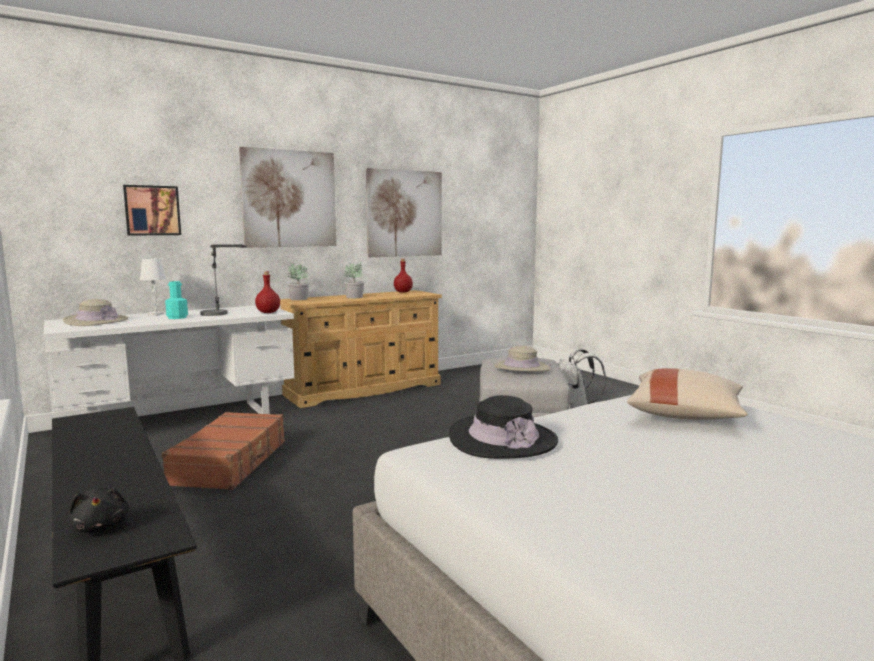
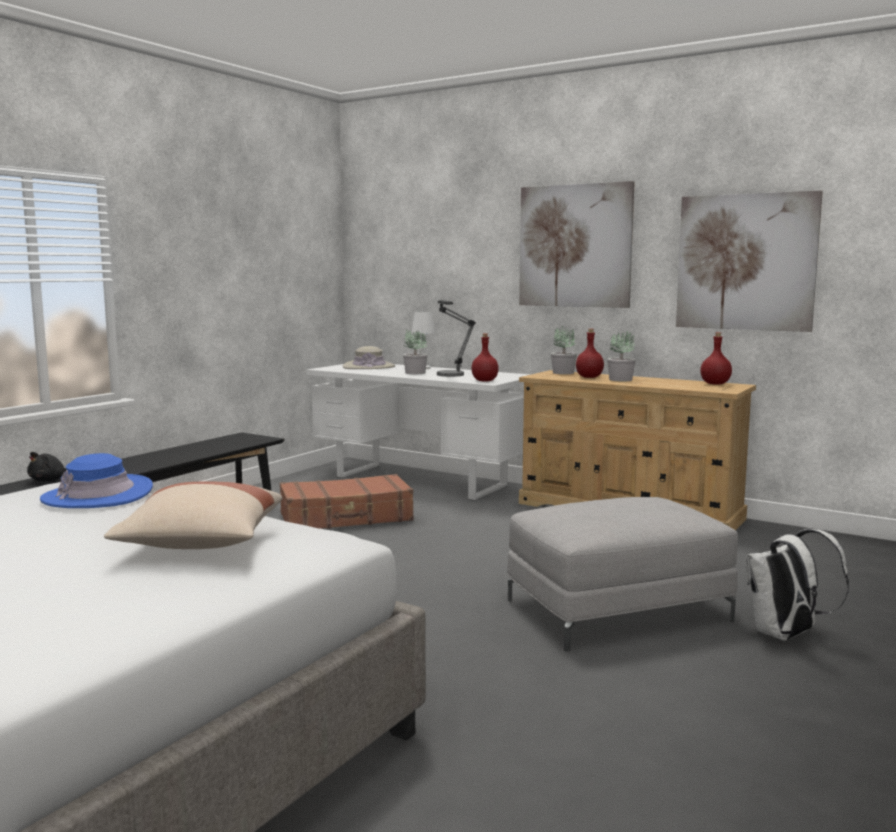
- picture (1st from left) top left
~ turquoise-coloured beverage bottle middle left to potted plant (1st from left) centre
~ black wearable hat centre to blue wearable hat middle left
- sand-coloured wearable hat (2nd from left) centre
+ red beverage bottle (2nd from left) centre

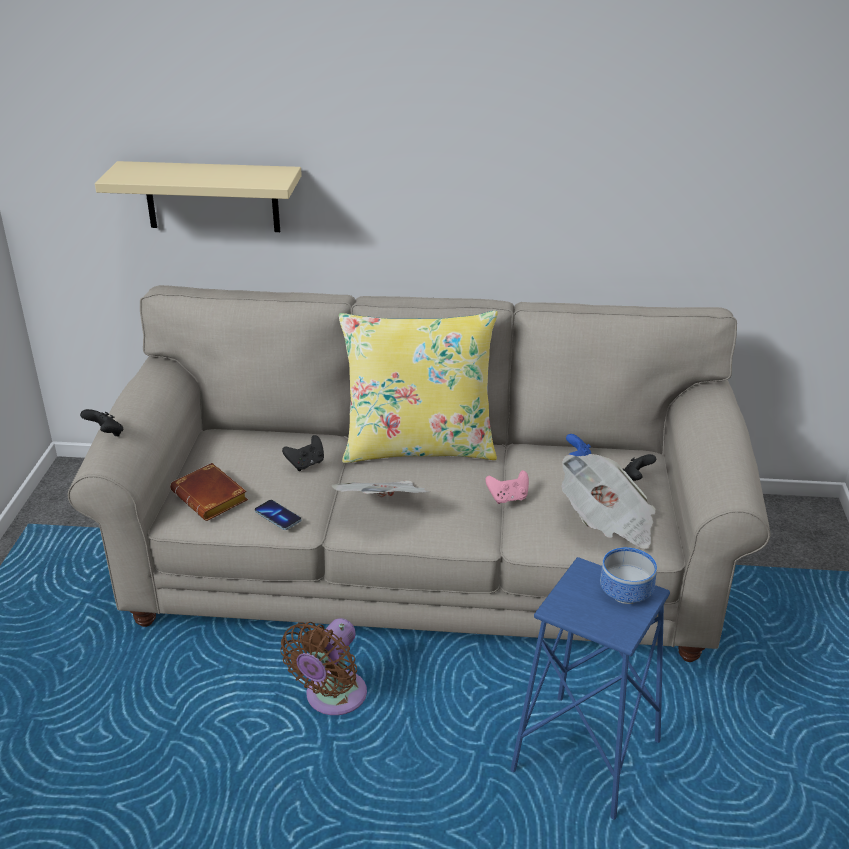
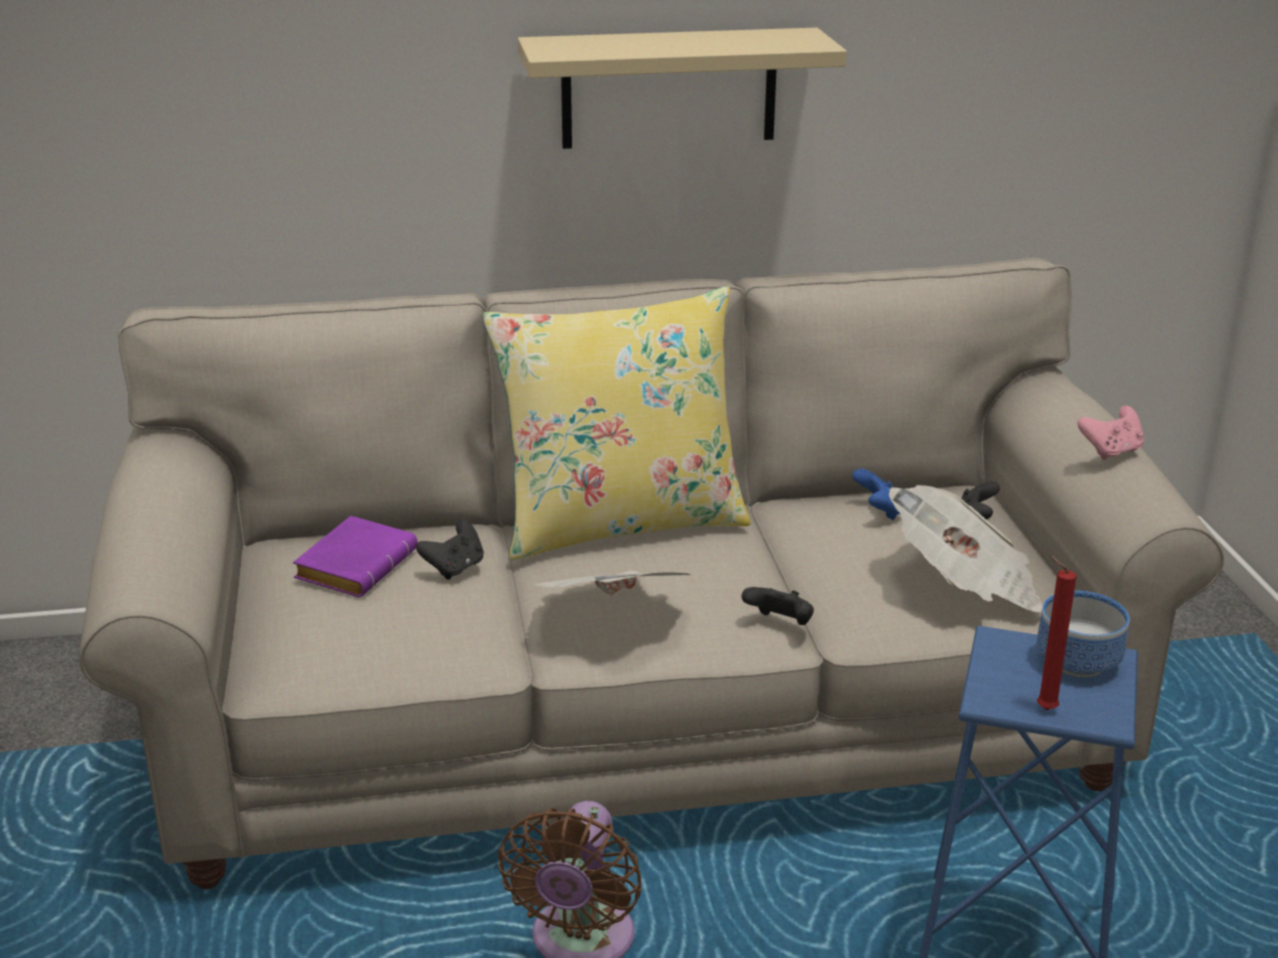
~ black joypad (1st from left in the first image) middle left to black joypad (2nd from left) centre
~ sand-coloured shelf top left to top centre
- brown-coloured bound book middle left
- phone middle left
~ pink-coloured joypad centre to middle right
+ purplish bound book middle left
+ red wax light middle right

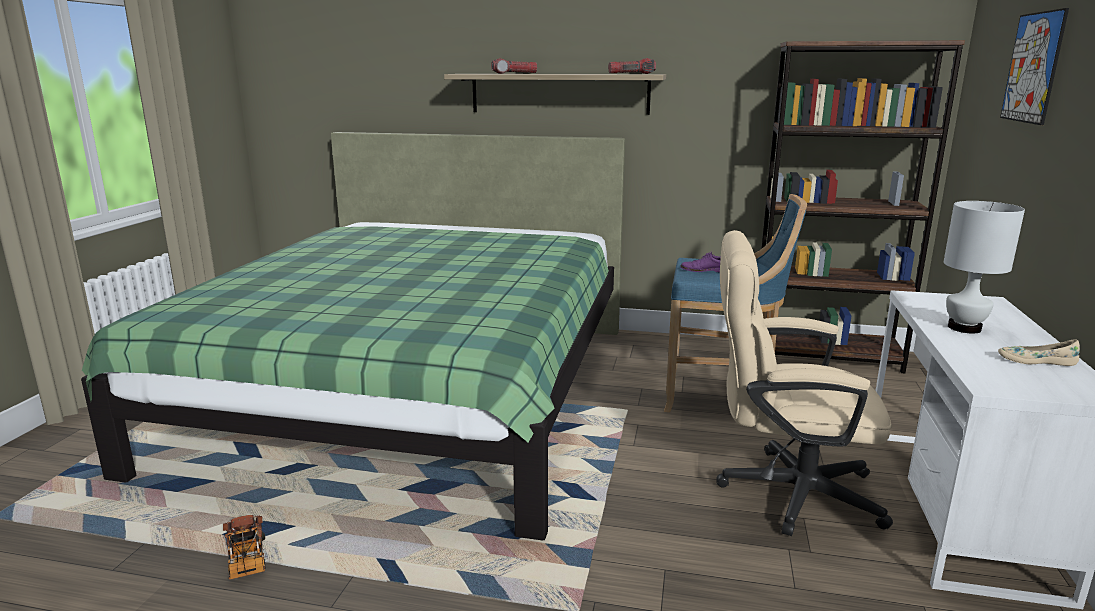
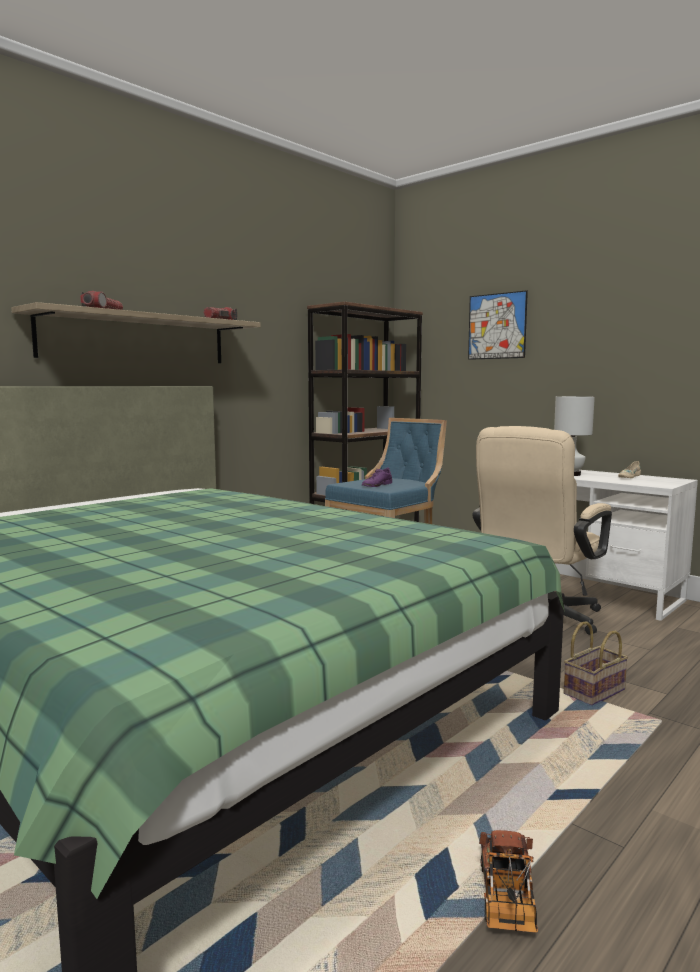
~ model truck bottom left = bottom right 90 degrees clockwise
+ storage basket bottom right

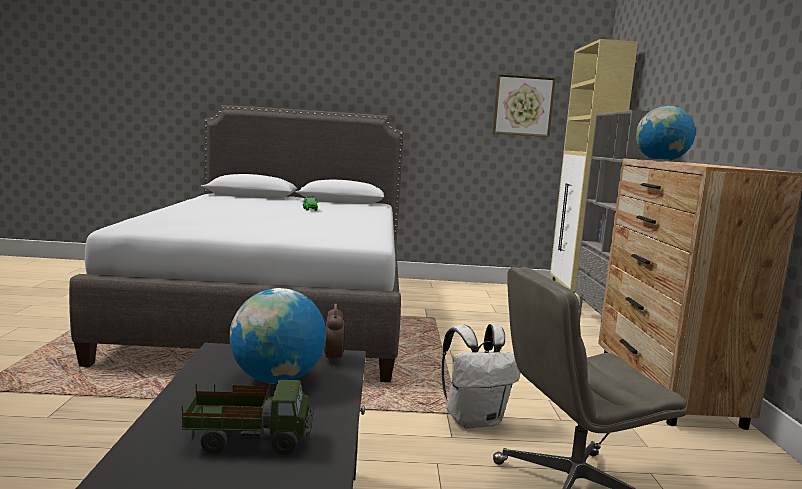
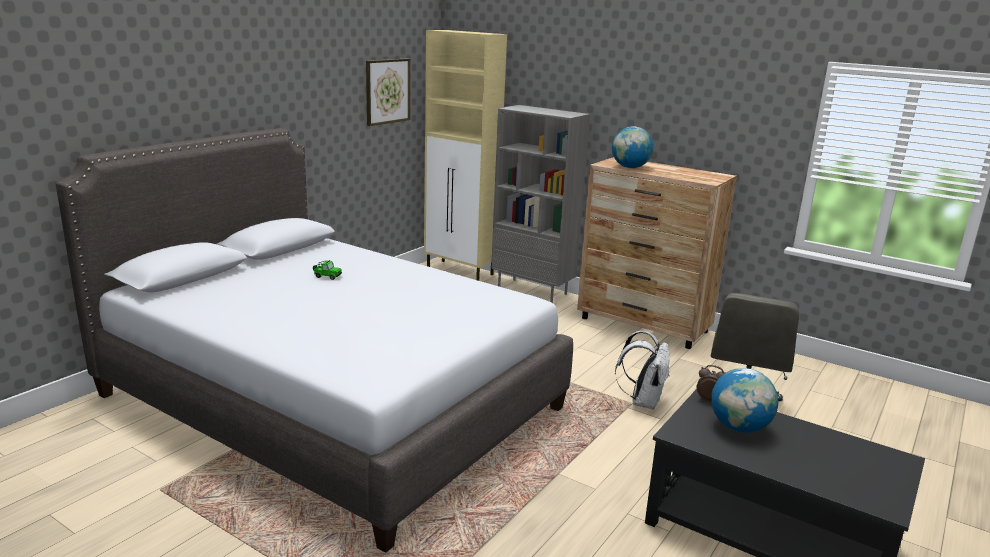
- model truck bottom left

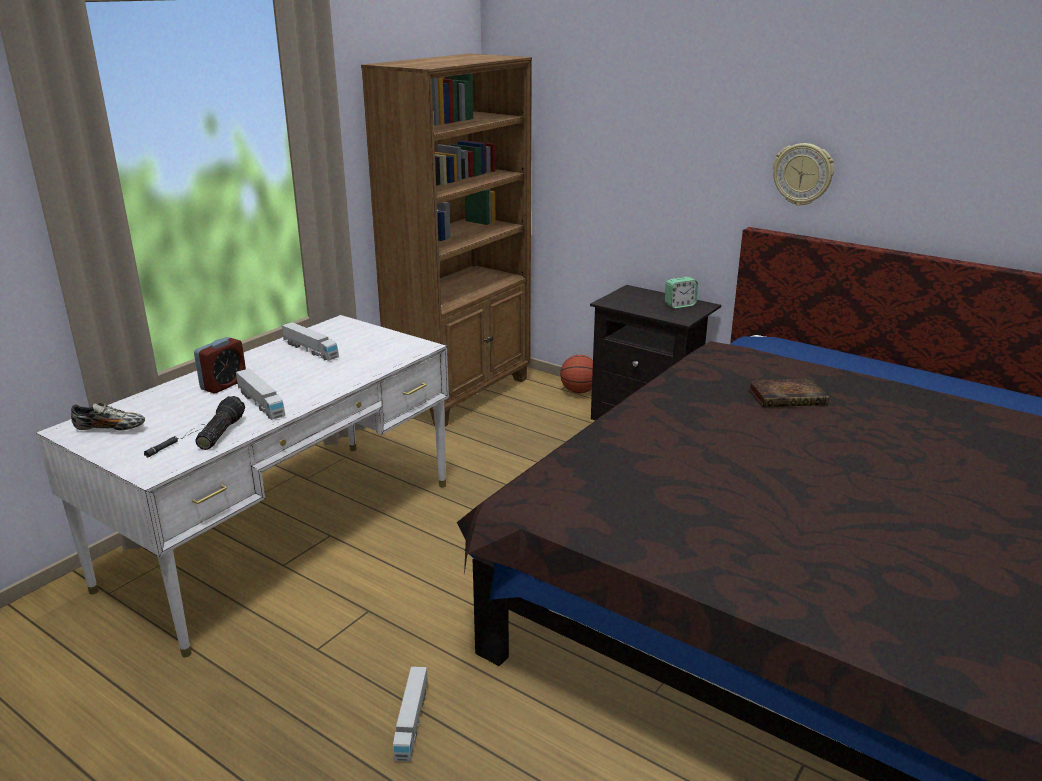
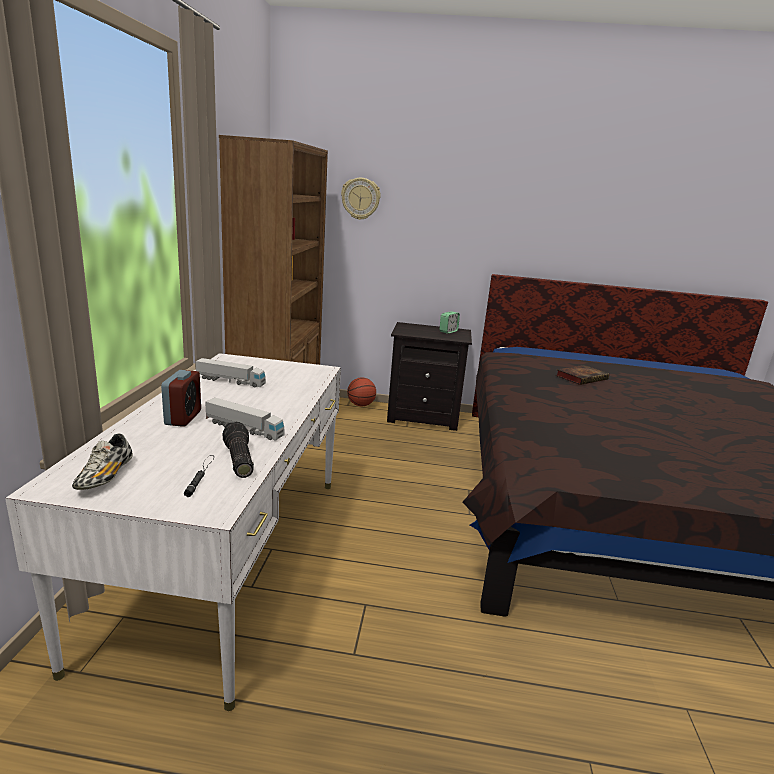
~ low shoe middle left = middle left 120 degrees clockwise
- model truck (3rd from left) bottom centre
~ clock on the wall top right to top centre

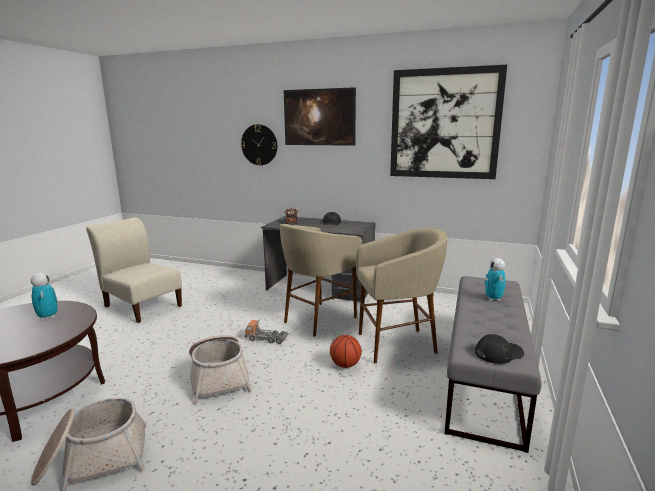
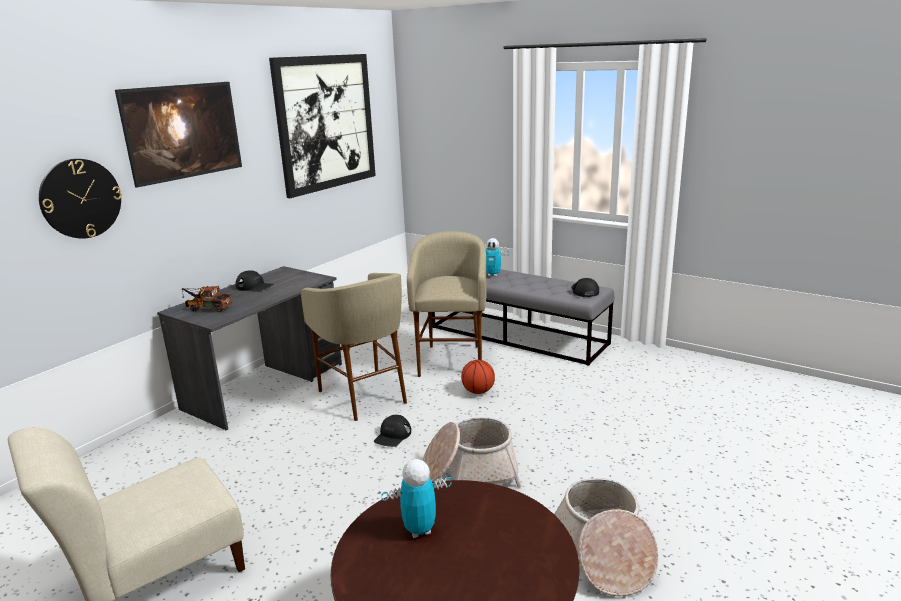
~ model truck (1st from left) bottom centre to black baseball cap (2nd from left) bottom centre

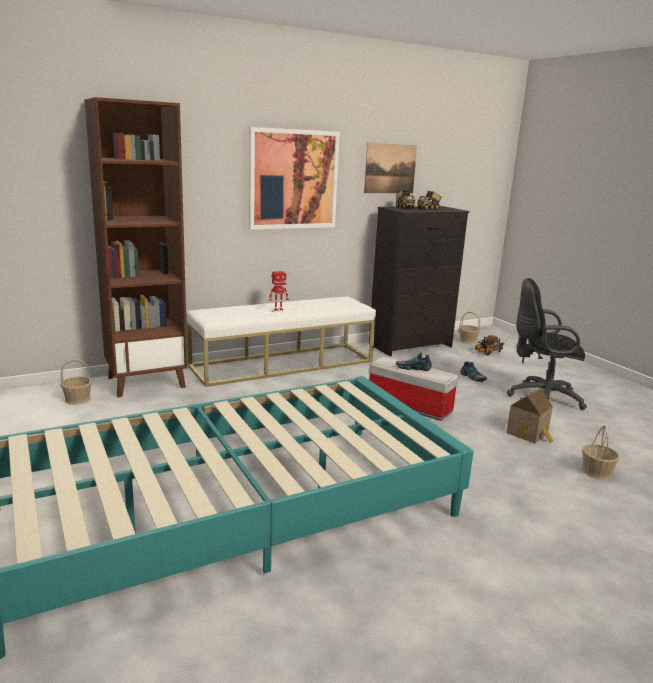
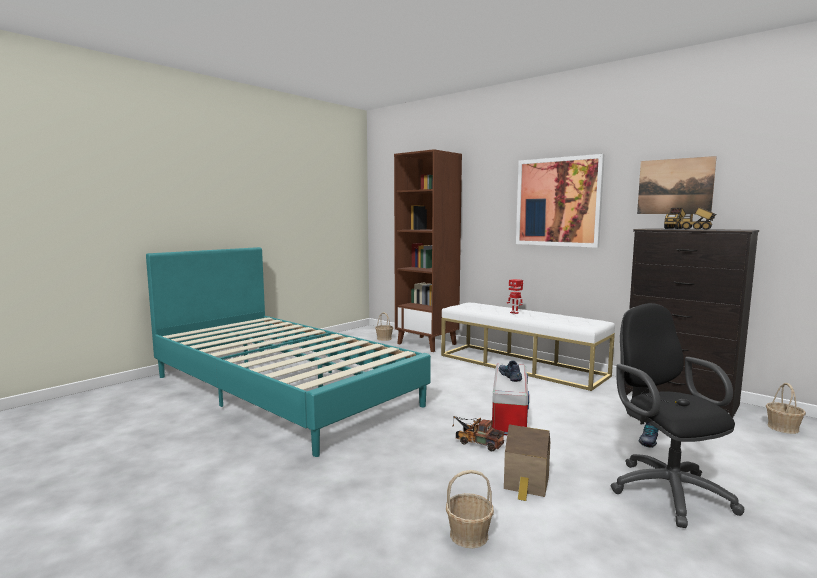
~ model truck (3rd from left in the first image) middle right to model truck (1st from left) bottom centre

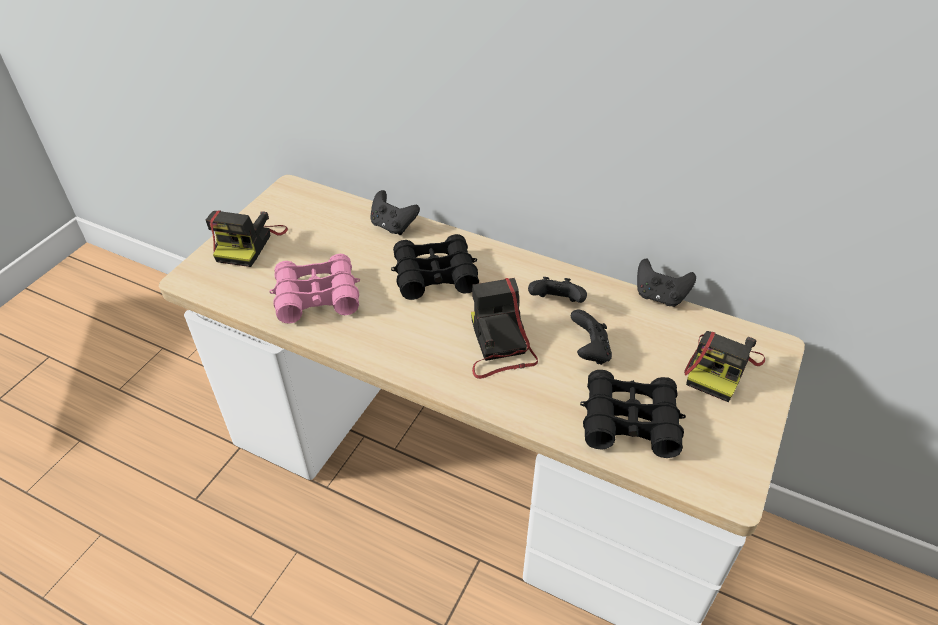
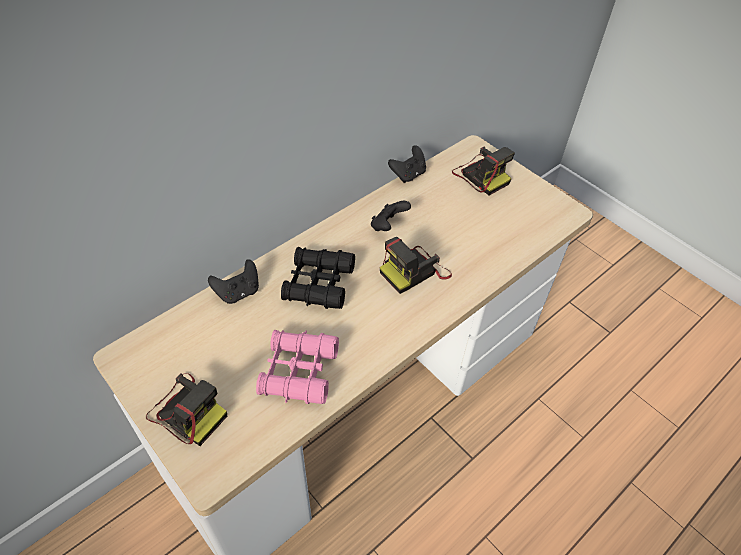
~ photo camera (2nd from left) centre = centre 45 degrees counterclockwise
- black joypad (3rd from left) centre
- black binoculars (2nd from left) middle right

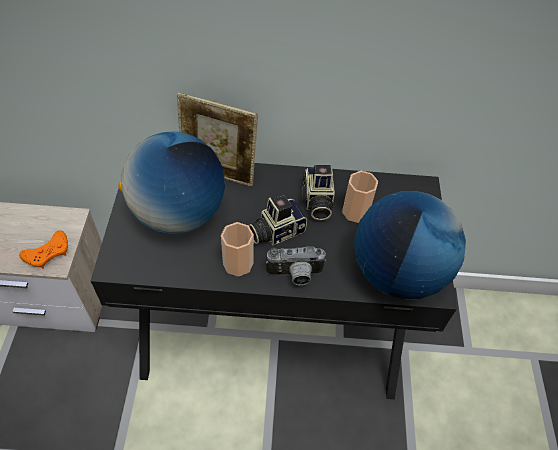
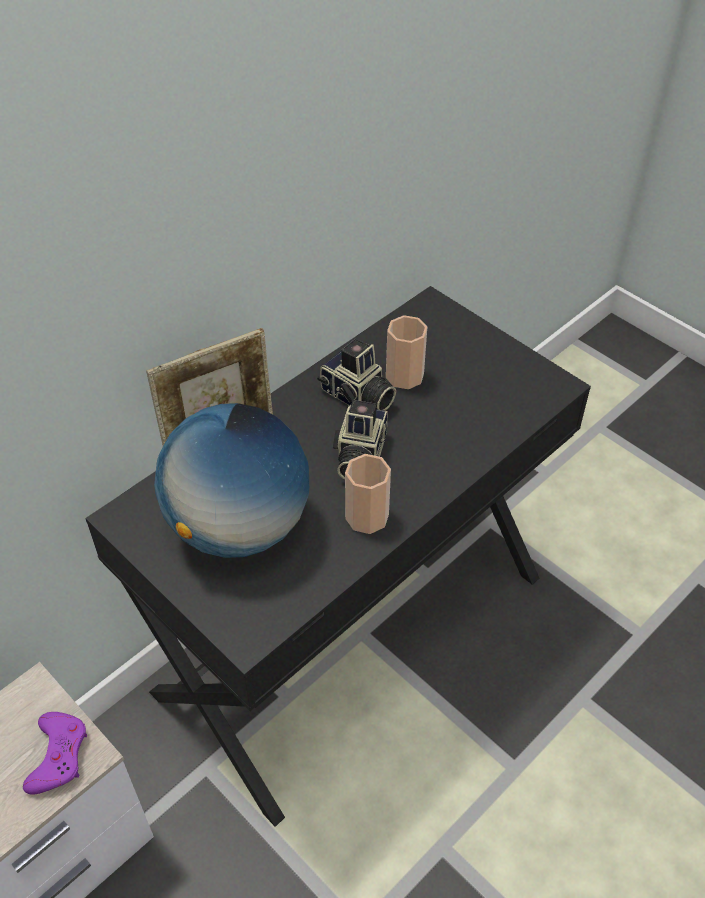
~ orangey joypad middle left to purplish joypad bottom left
- photo camera (2nd from left) centre
- globe (2nd from left) middle right

